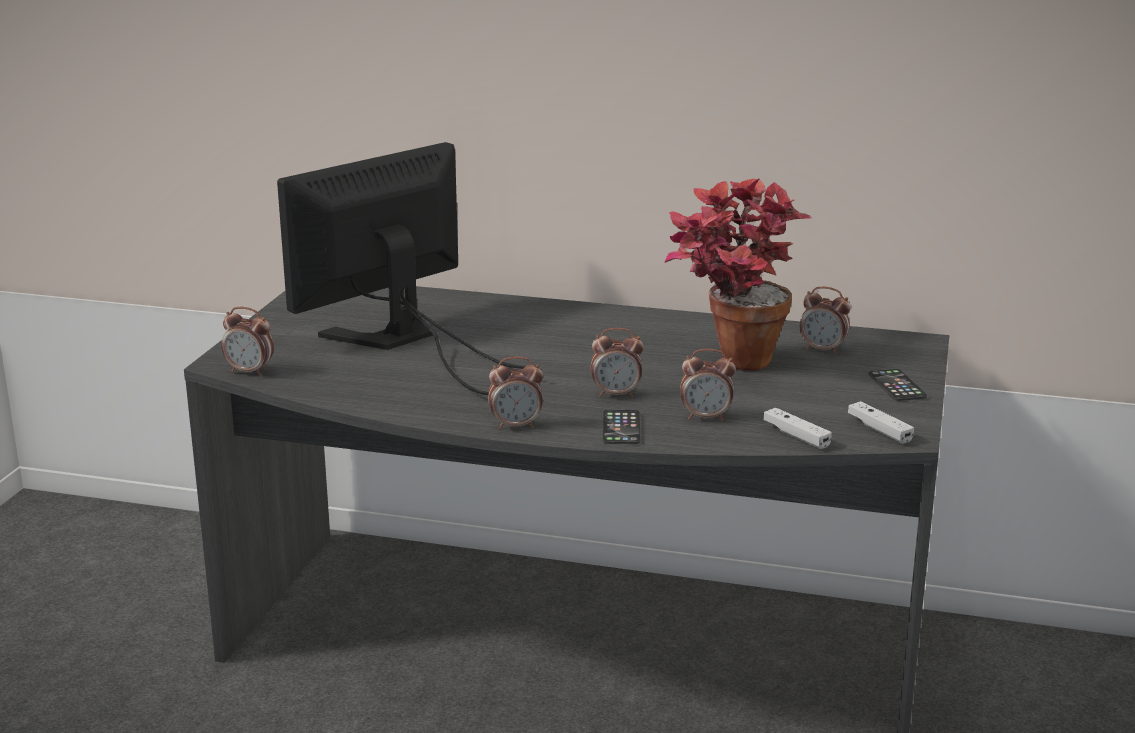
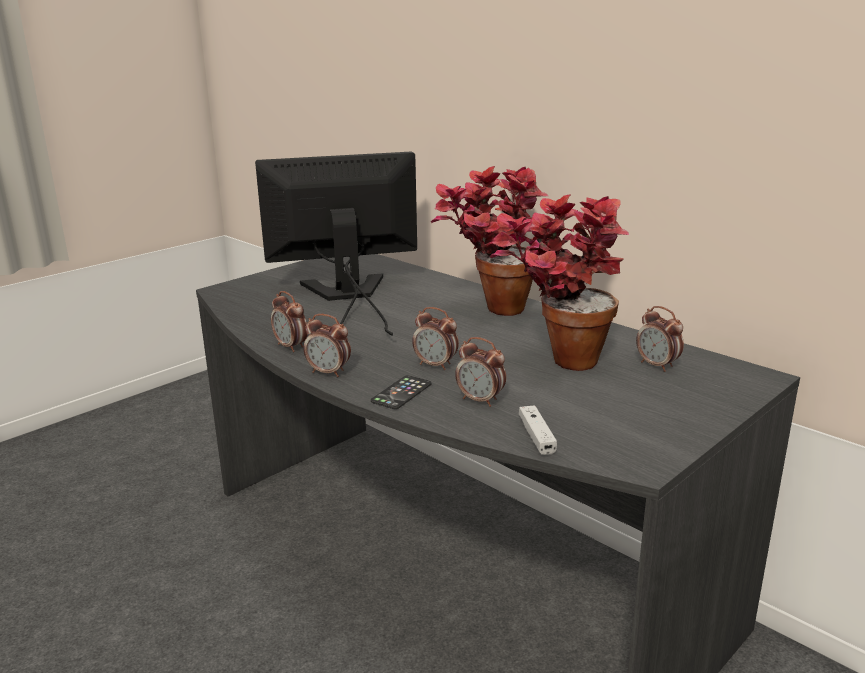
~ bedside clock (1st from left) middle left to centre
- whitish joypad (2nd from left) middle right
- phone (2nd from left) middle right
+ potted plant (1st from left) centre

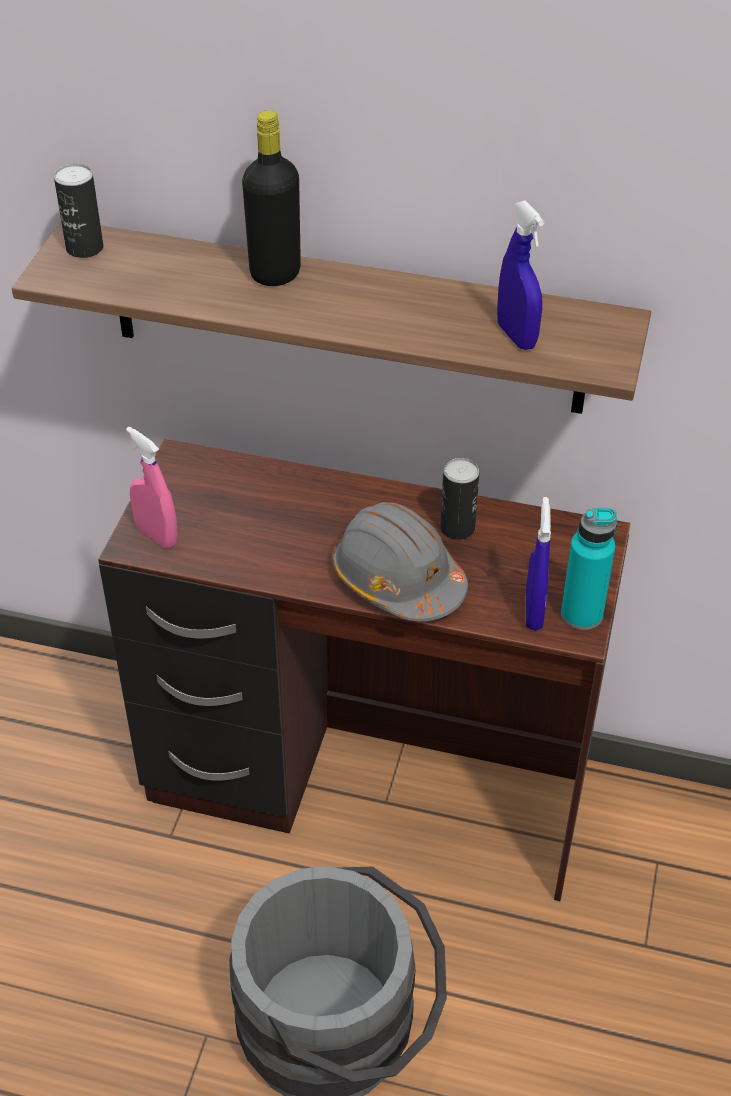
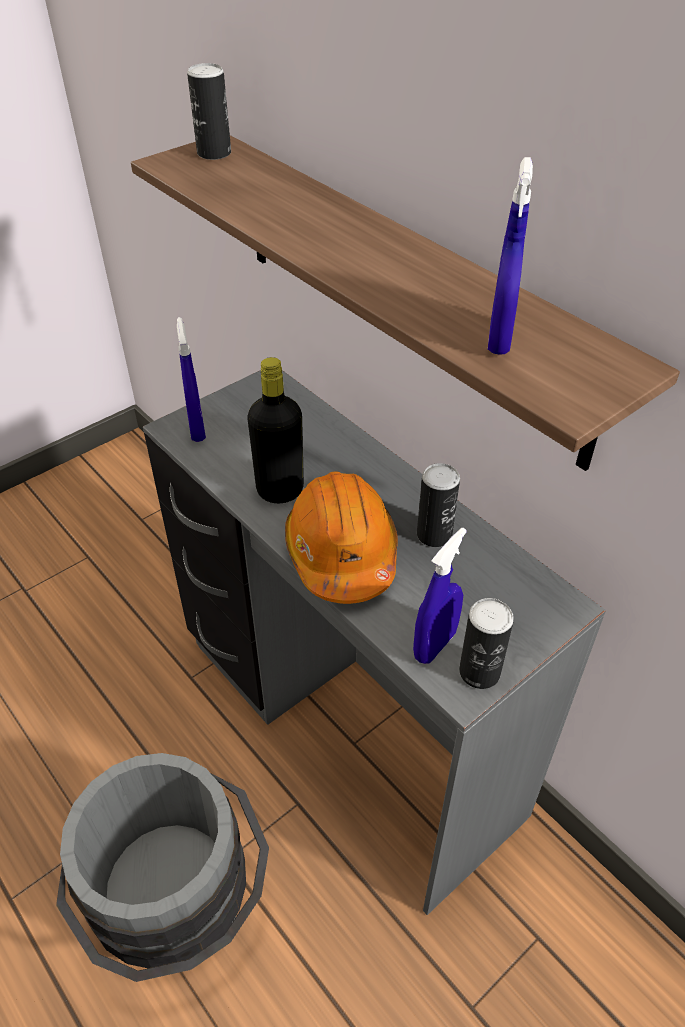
~ brown-coloured desk unit centre to grey desk unit centre
~ pink-coloured sprayer middle left to blue sprayer (1st from left) middle left
~ black beverage bottle top centre to centre
~ grey work helmet centre to orangey work helmet centre
~ turquoise-coloured beverage bottle middle right to can (3rd from left) middle right

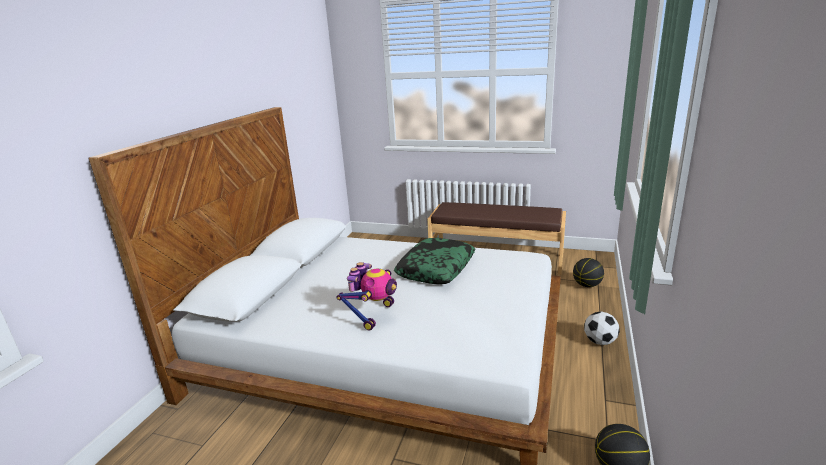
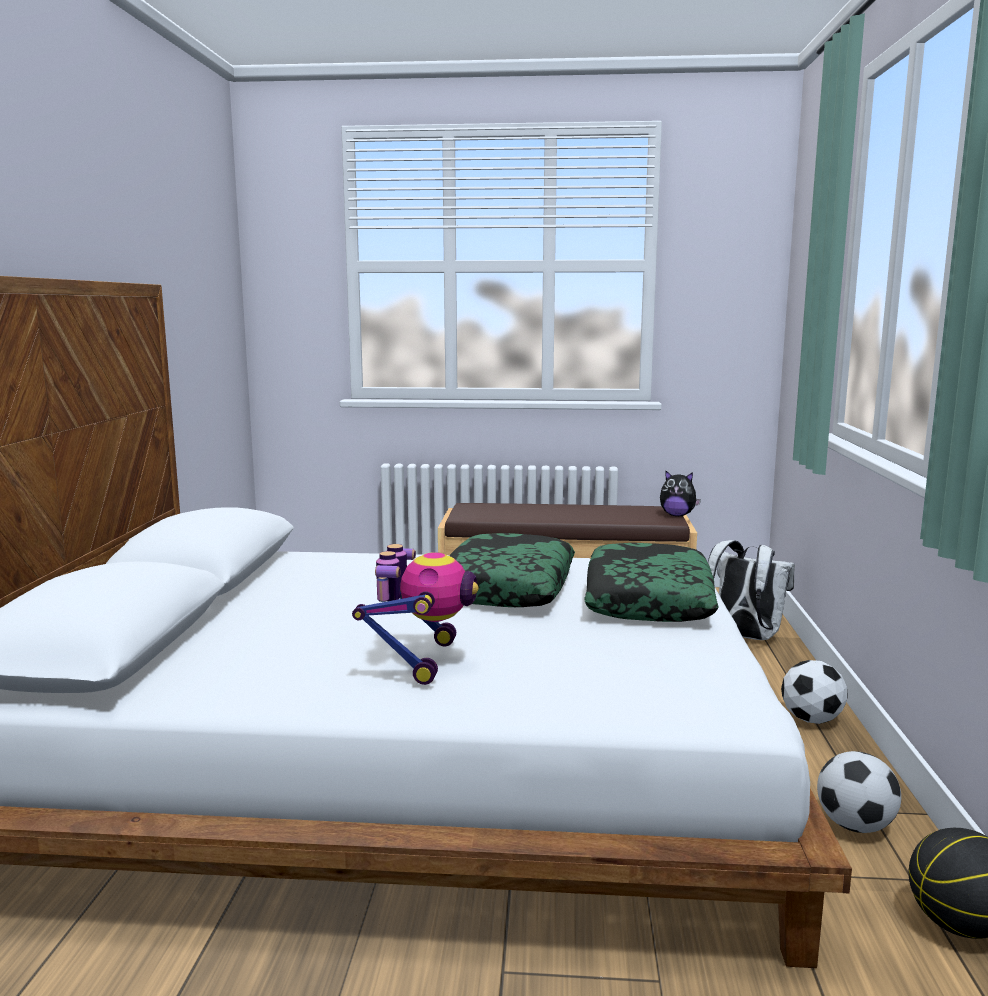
~ basketball (1st from left) middle right to whitish knapsack middle right
+ pillow (2nd from left) centre
+ cuddly toy middle right
+ football (2nd from left) bottom right

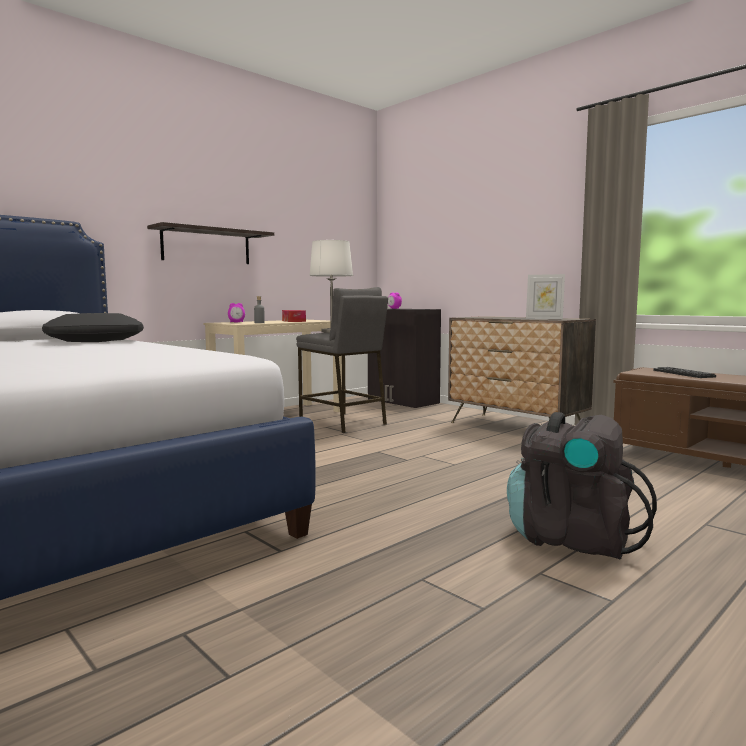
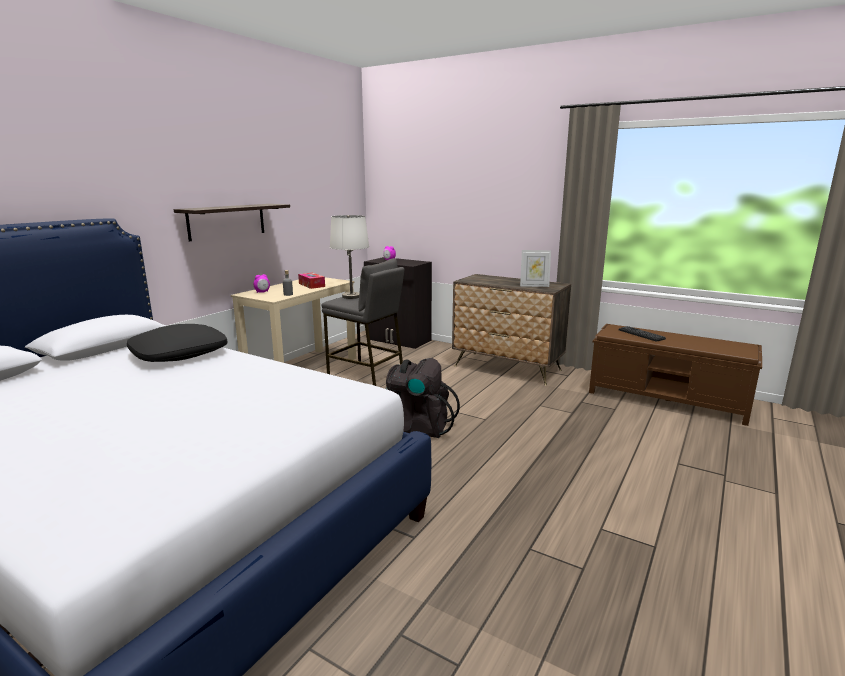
~ black knapsack middle right to centre

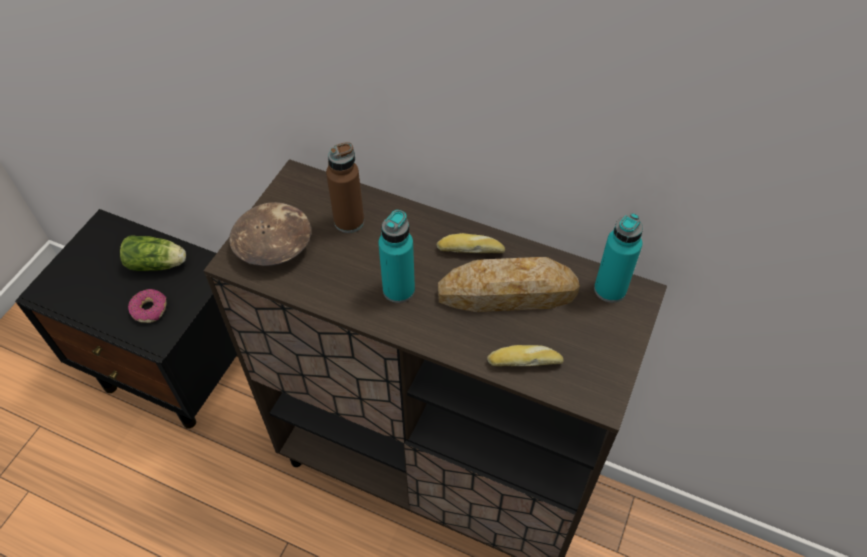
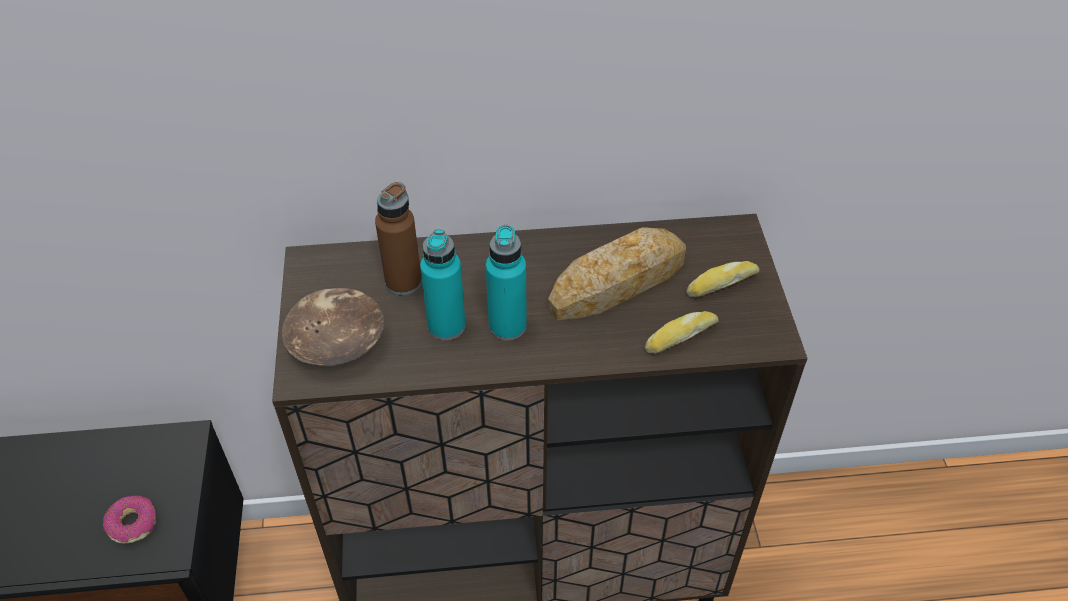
- head of lettuce middle left
~ bread (1st from left in the first image) centre to bread (3rd from left) middle right
~ turquoise-coloured beverage bottle (2nd from left in the first image) middle right to turquoise-coloured beverage bottle (1st from left) centre

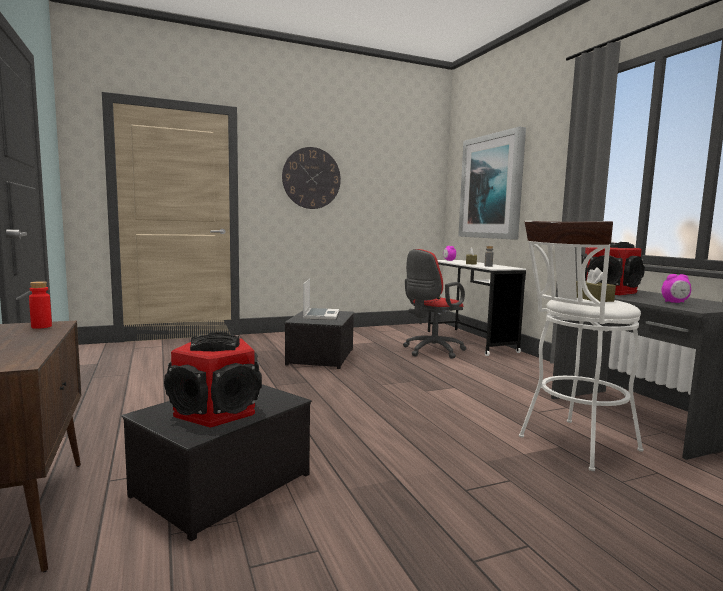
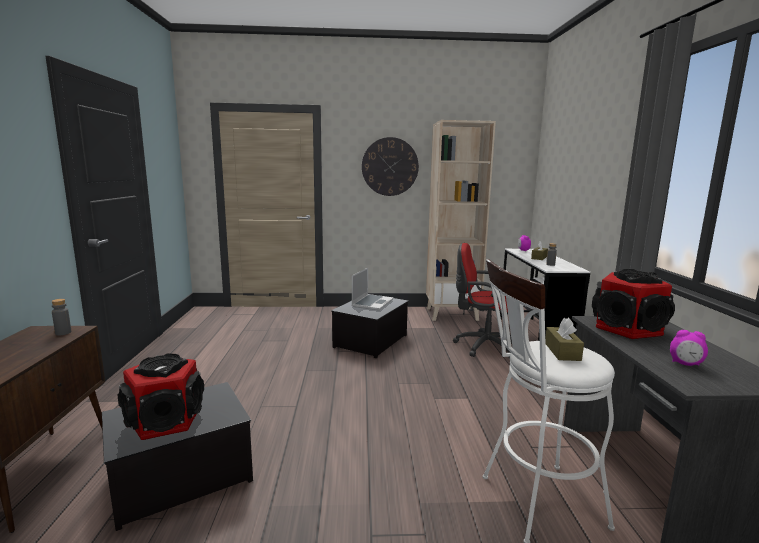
~ red beverage bottle middle left to grey beverage bottle (1st from left) middle left
~ red computer chair centre = centre 45 degrees clockwise
- picture top right
+ sand-coloured bookcase centre

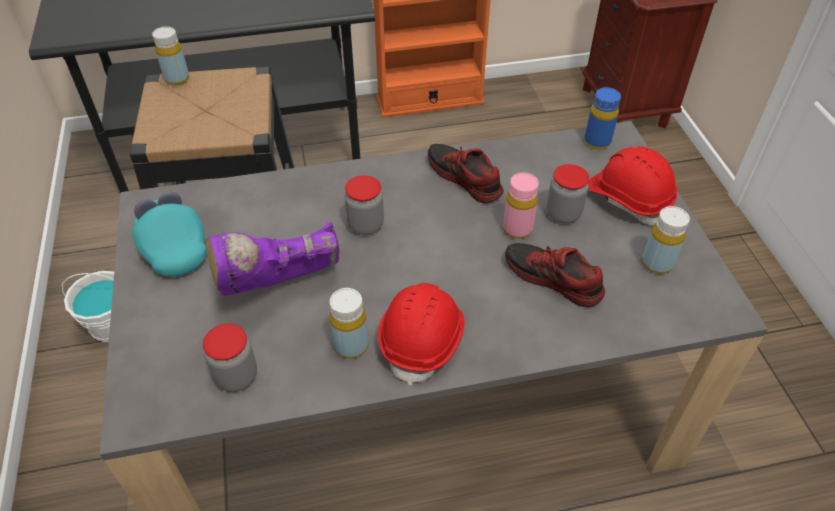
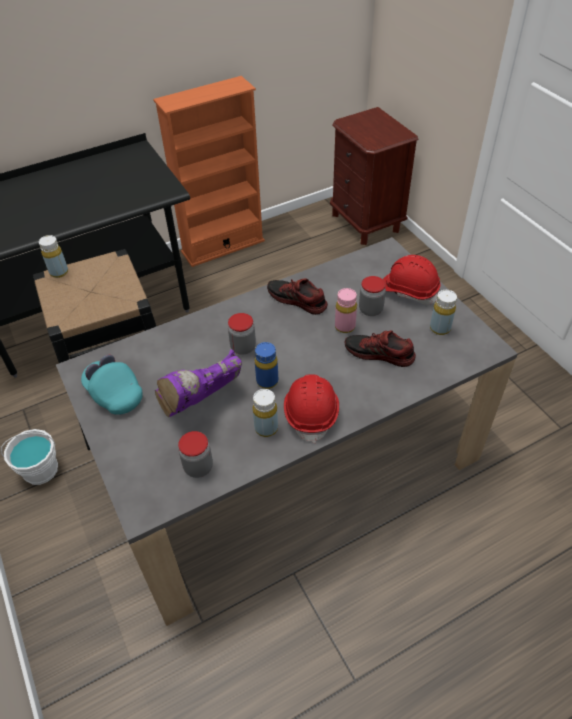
~ blue beverage bottle top right to centre

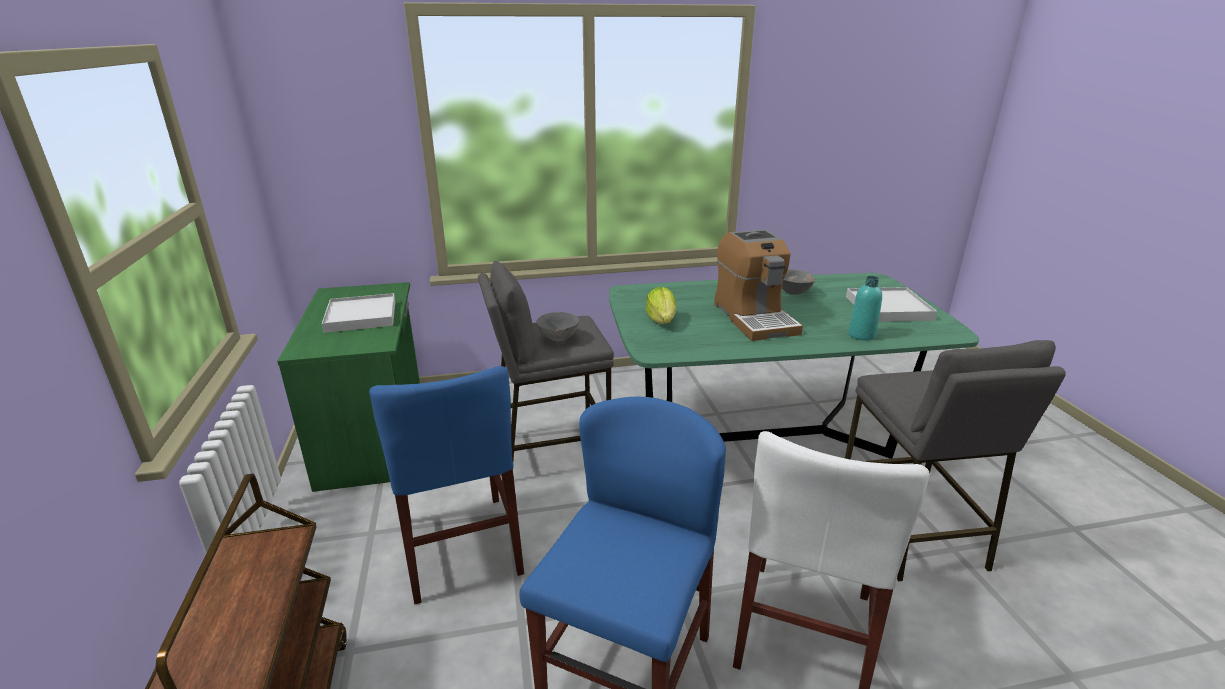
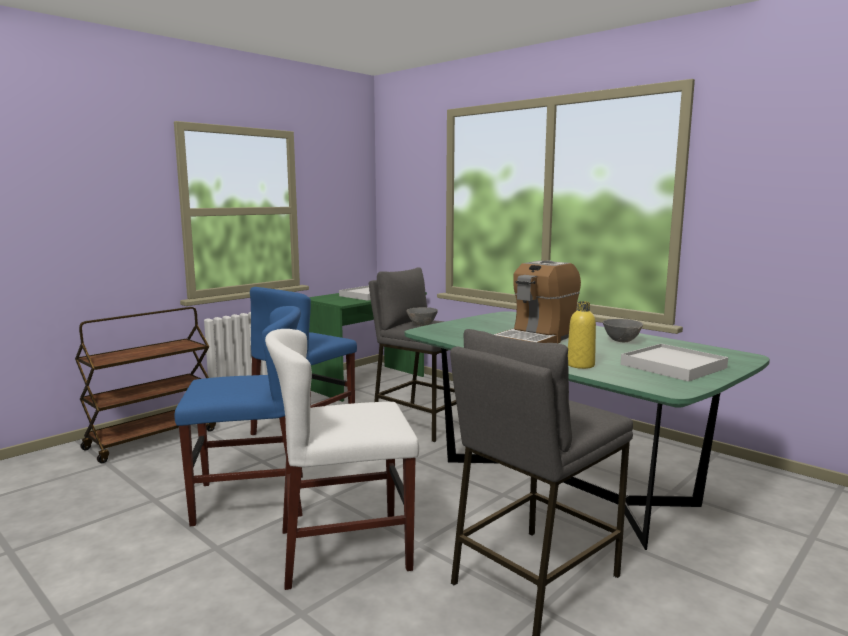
- head of lettuce centre
~ turquoise-coloured beverage bottle middle right to yellow beverage bottle middle right

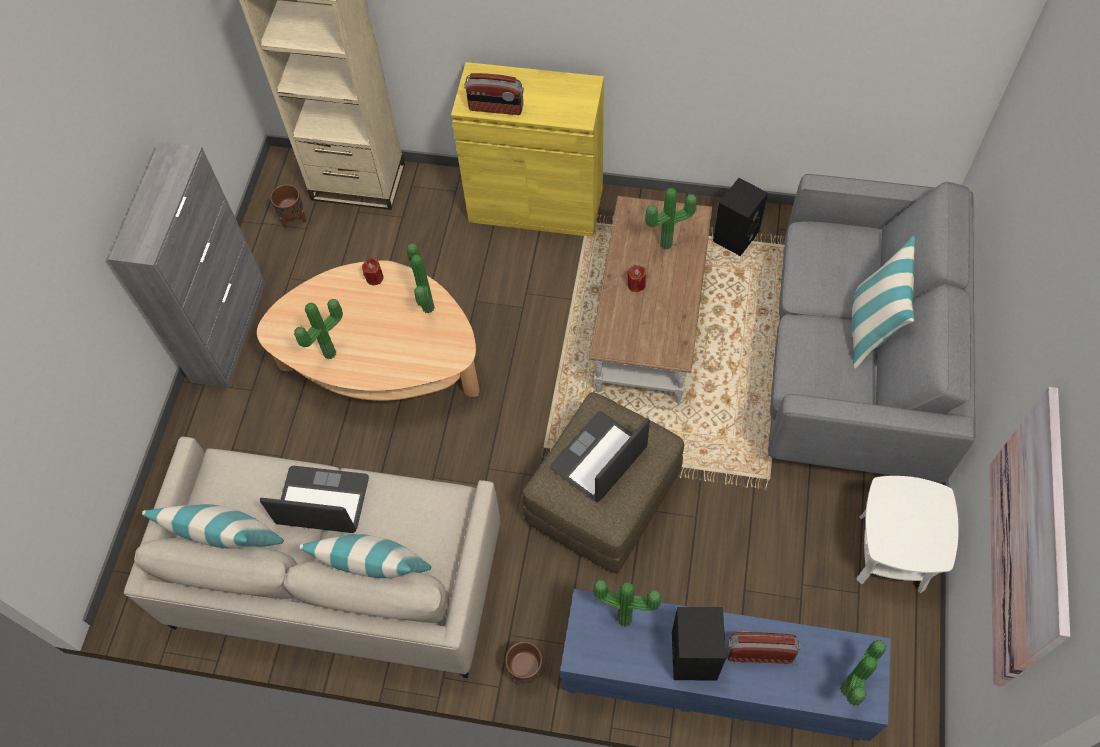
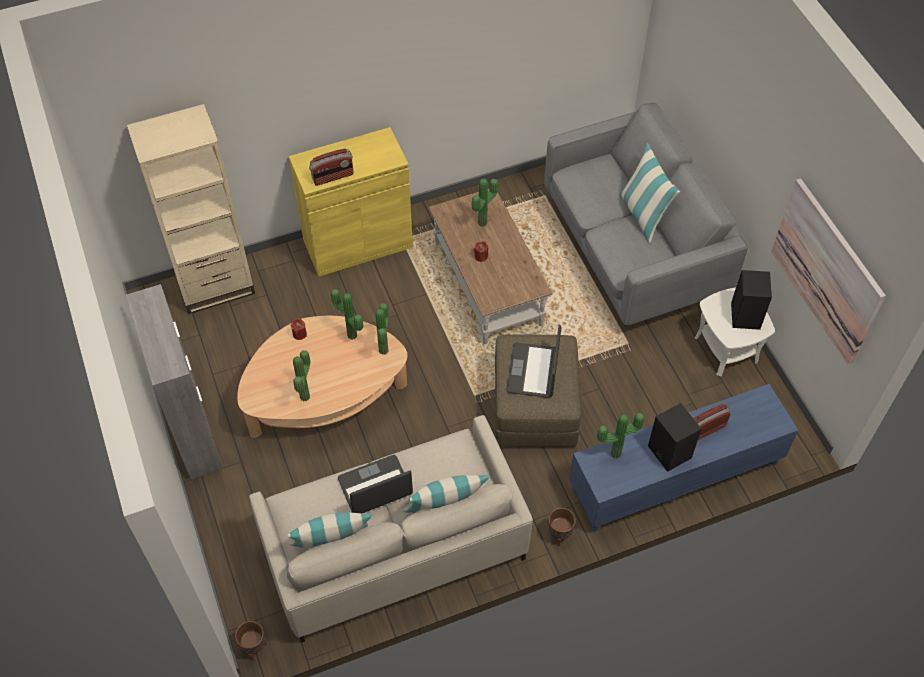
~ brown-coloured plant pot (1st from left) top left to bottom left
~ black audio speaker (2nd from left) top right to middle right
~ potted plant (5th from left in the first image) bottom right to potted plant (3rd from left) centre

